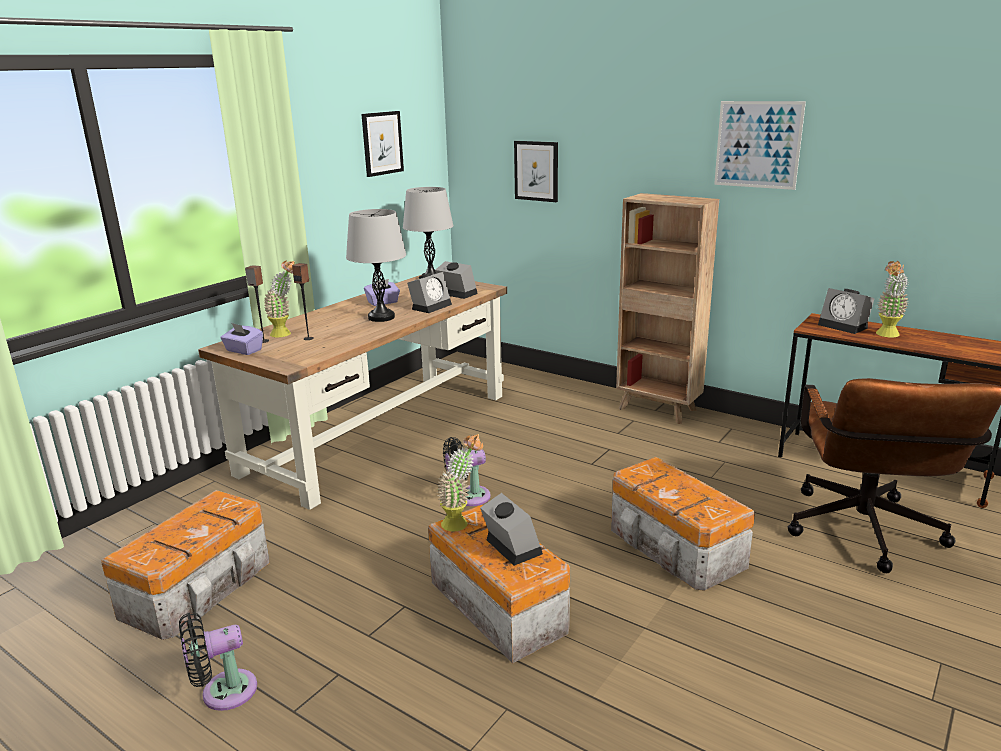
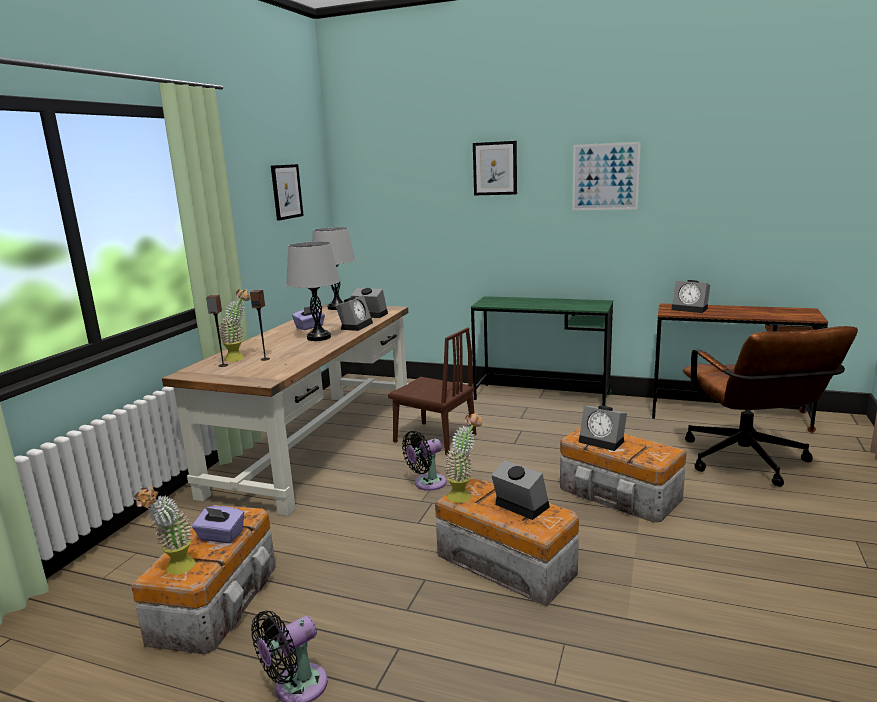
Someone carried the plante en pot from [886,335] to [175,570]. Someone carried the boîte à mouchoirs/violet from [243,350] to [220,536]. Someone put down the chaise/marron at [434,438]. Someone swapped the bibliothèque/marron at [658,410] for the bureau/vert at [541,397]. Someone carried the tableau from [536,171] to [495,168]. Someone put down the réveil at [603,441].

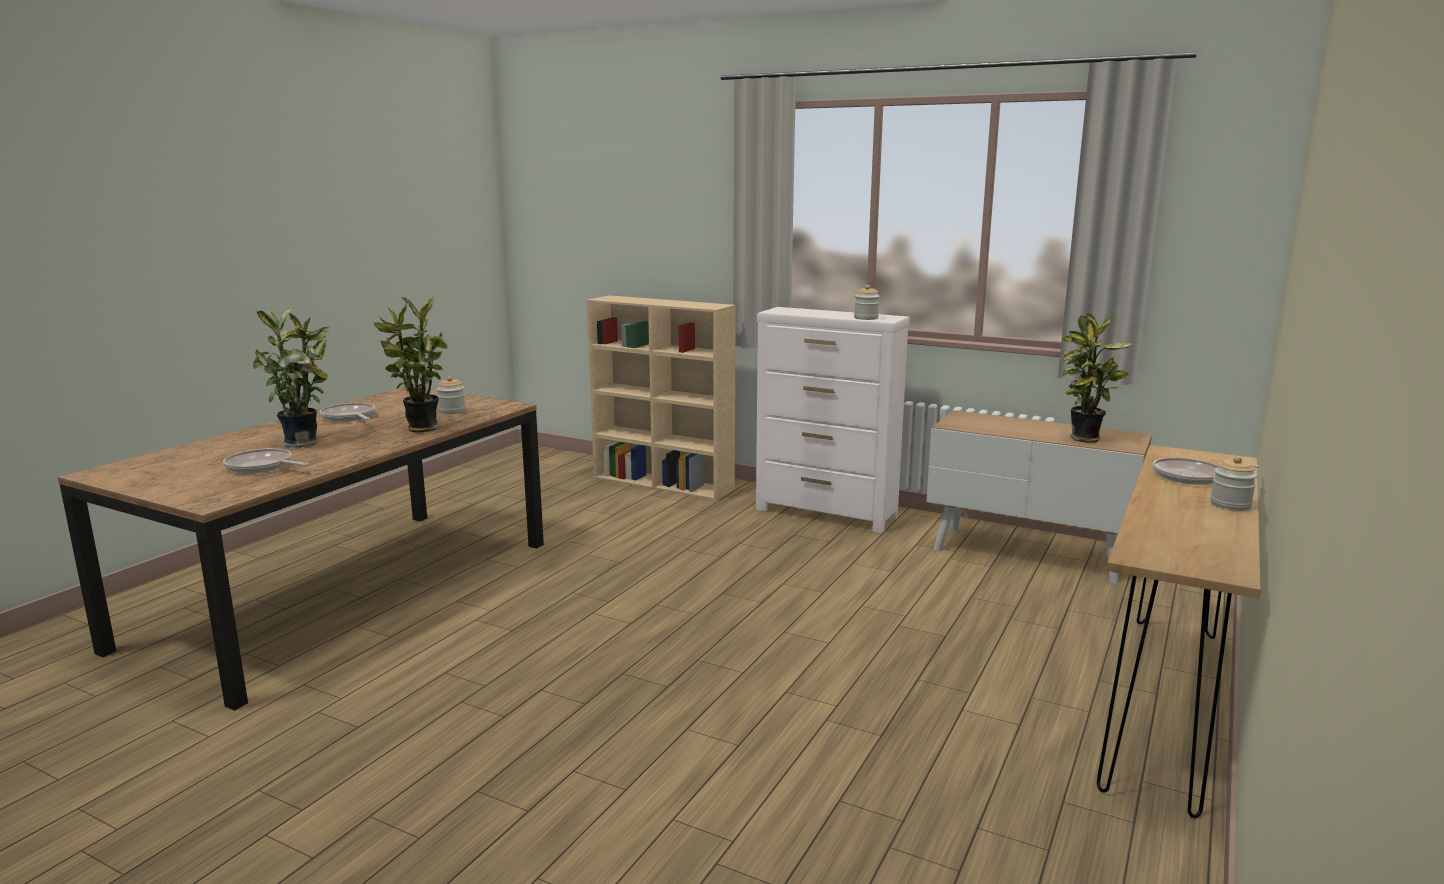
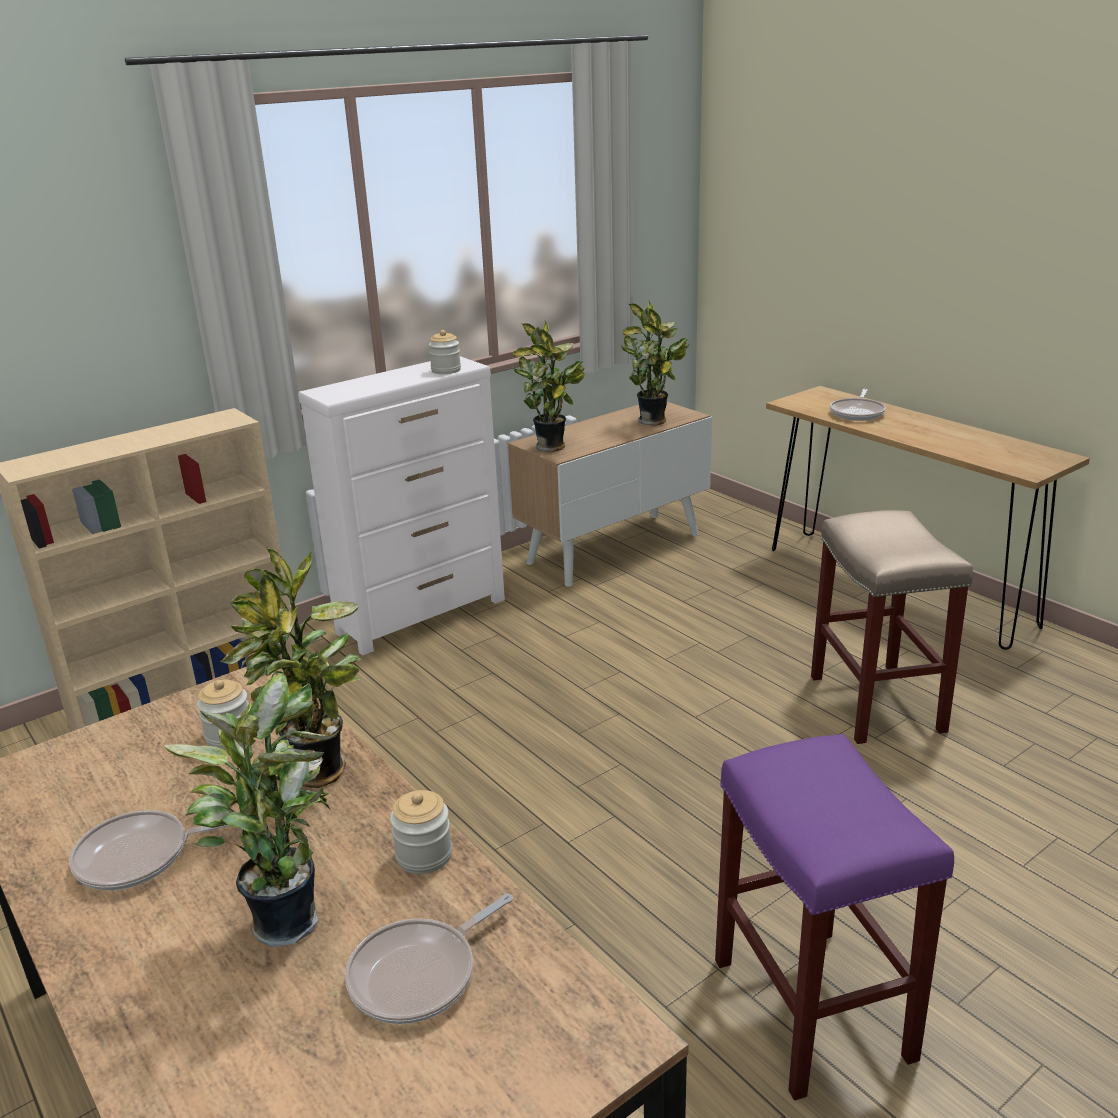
Someone carried the bocal from [1230,505] to [424,855]. Someone put down the plante en pot at [553,448]. Someone put down the tabouret/violet at [809,1006]. Someone put down the tabouret/beige at [878,704].

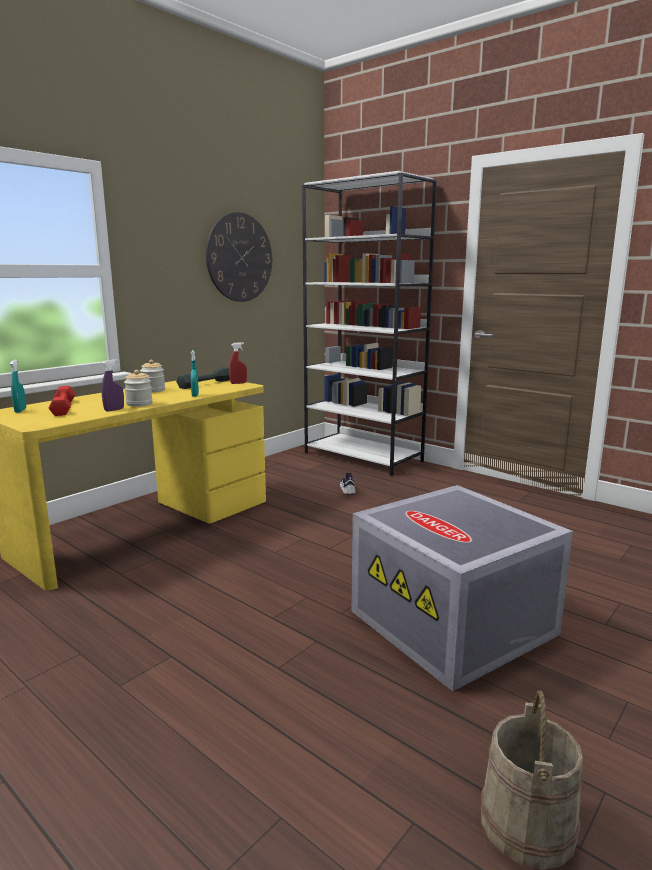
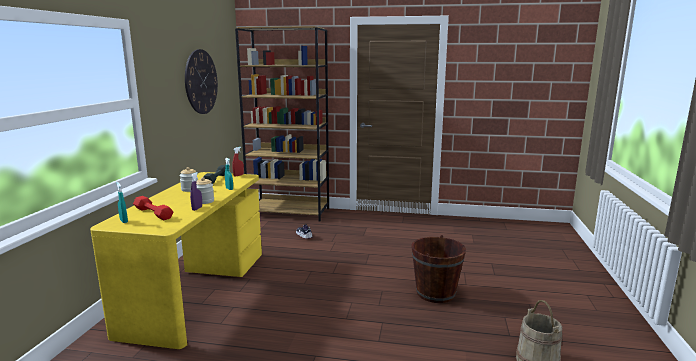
Someone repainted the bibliothèque/blanc at [363,457], which became the bibliothèque/marron at [289,212]. Someone swapped the boîte de rangement/gris at [455,623] for the seau/marron at [435,293].

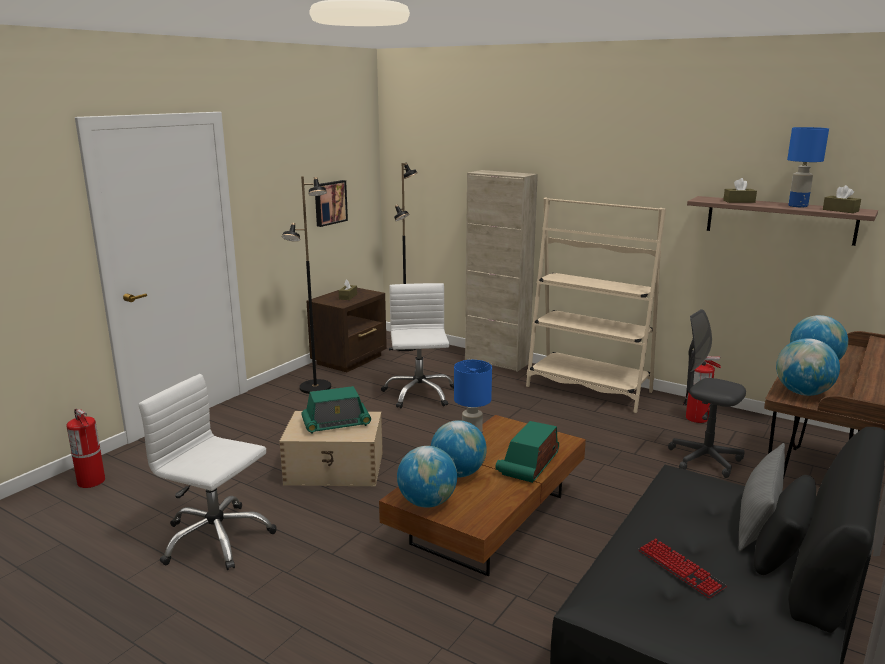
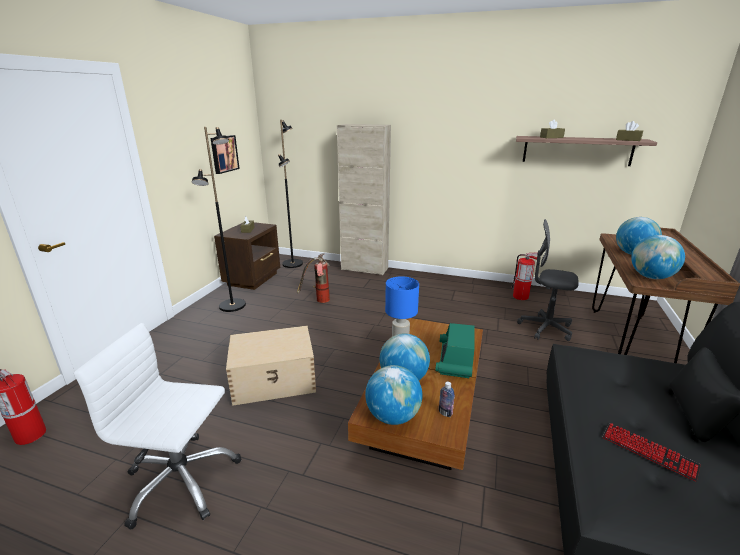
Someone swapped the chaise de bureau/blanc at [419,394] for the extincteur at [318,301]. Someone put down the bouteille at [445,413]. Someone took away the radio at [336,424]. Someone took away the bibliothèque/beige at [589,389]. Someone took away the coussin/gris at [757,520]. Someone took away the lampe de table/bleu at [797,206].

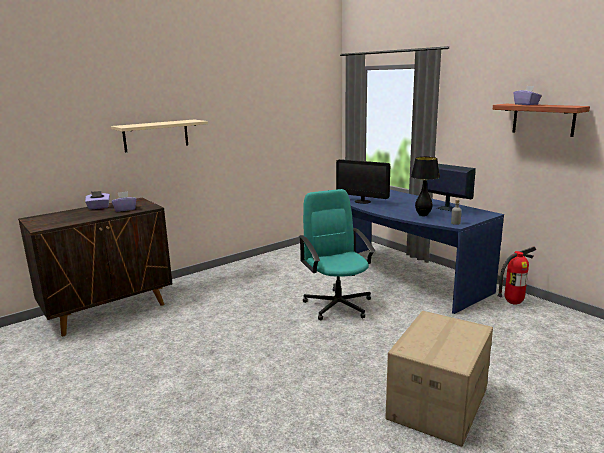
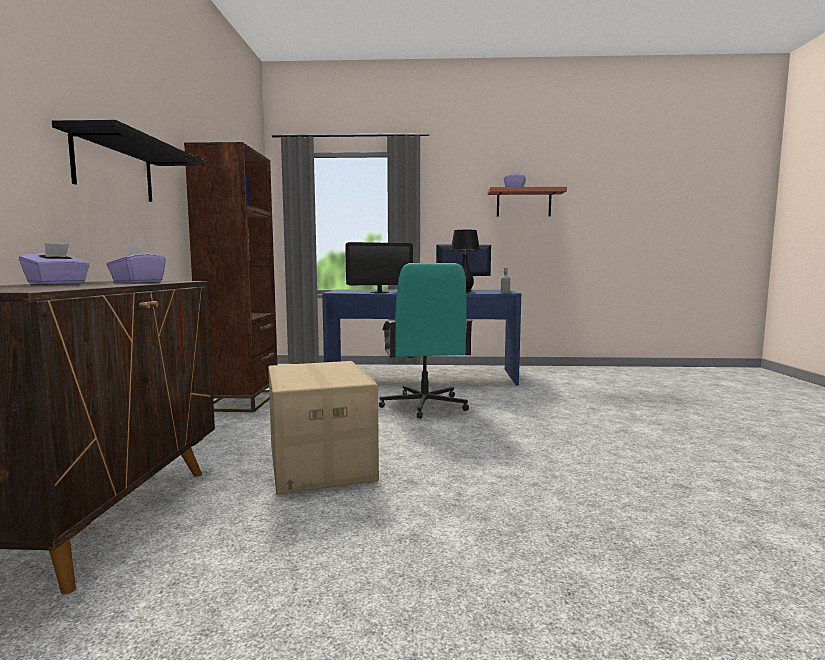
Someone repainted the étagère/beige at [156,135], which became the étagère/noir at [114,169]. Someone put down the bibliothèque/marron at [242,401]. Someone carried the carton from [437,403] to [319,463]. Someone rotated the chaise de bureau/turquoise at [338,305] by 120 degrees counterclockwise. Someone took away the extincteur at [513,303].

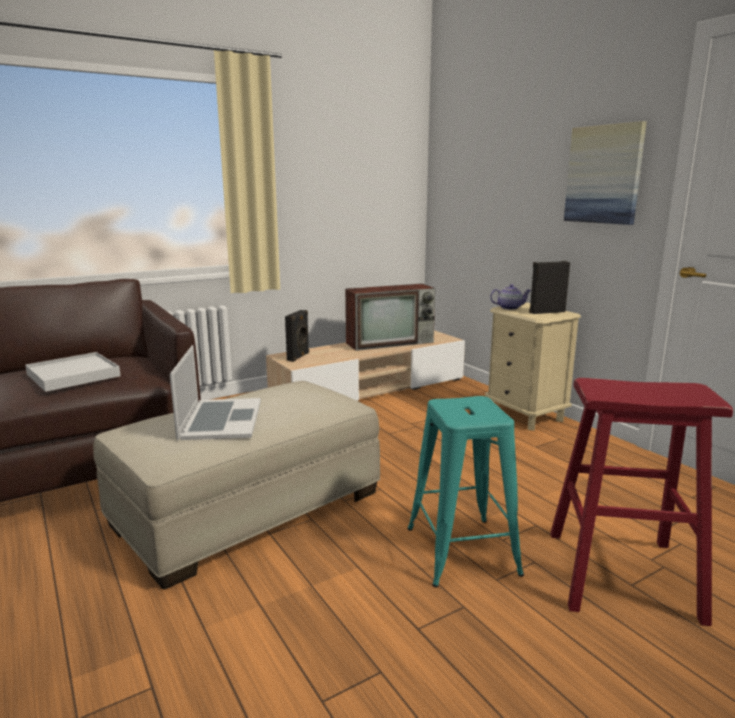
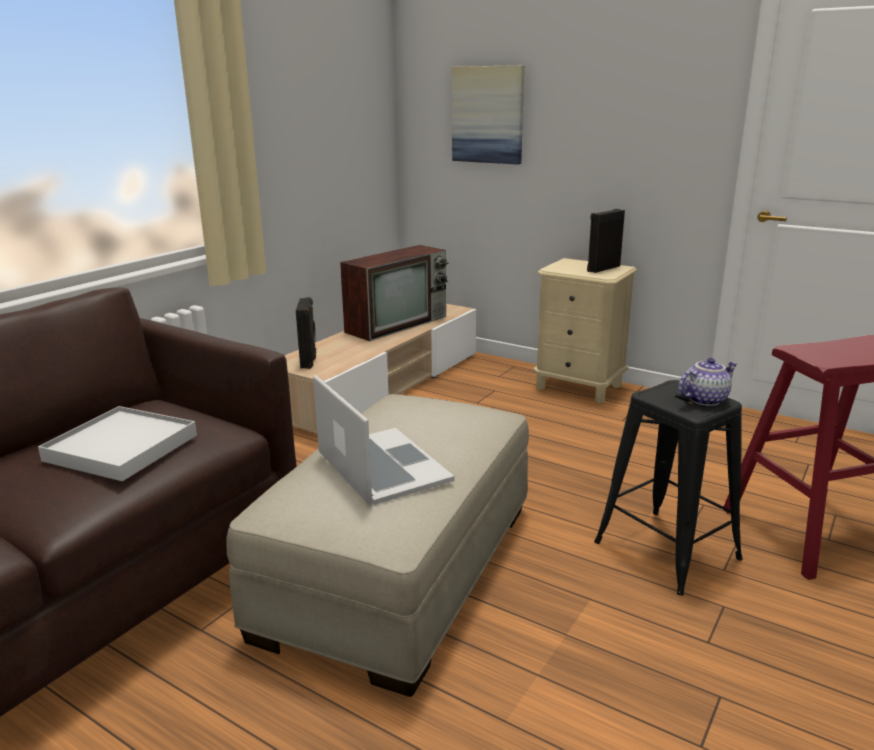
Someone carried the tableau from [604,174] to [488,115]. Someone repainted the tabouret/turquoise at [461,551], which became the tabouret/noir at [666,550]. Someone carried the théière from [509,308] to [704,399].

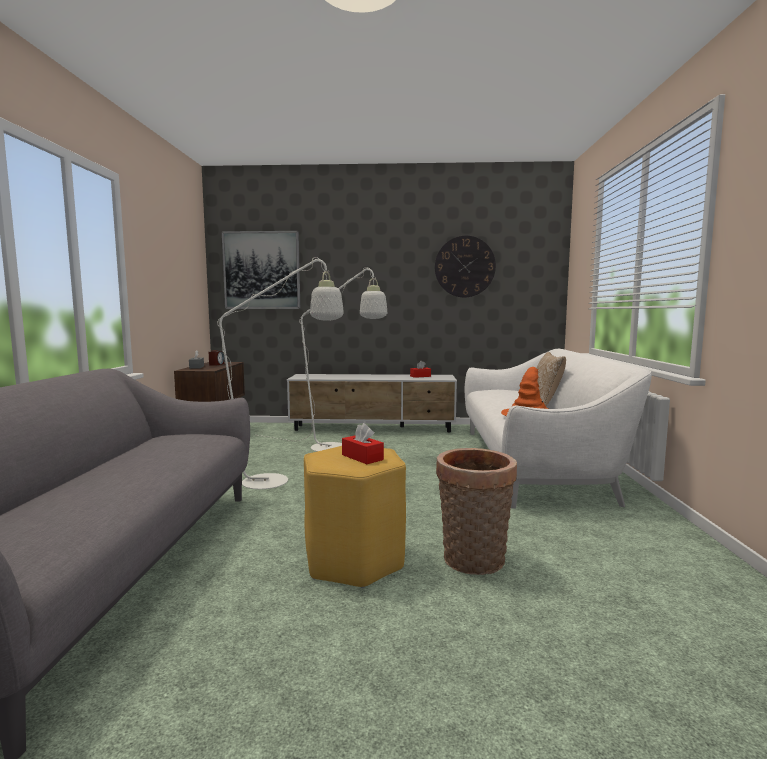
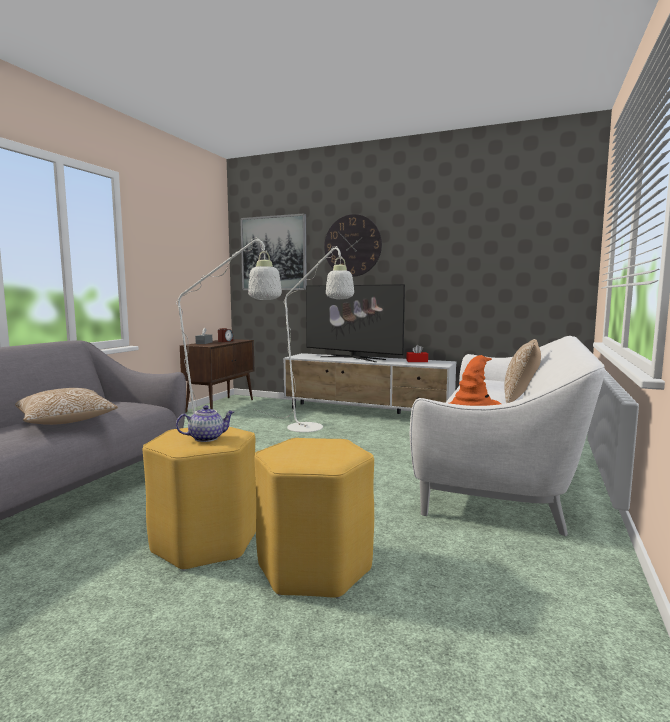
Someone put down the coussin at [66,421]. Someone swapped the boîte à mouchoirs/rouge at [362,457] for the théière at [206,438]. Someone swapped the panier at [473,562] for the tabouret/jaune at [314,567]. Someone put down the téléviseur at [352,358]. Someone carried the horloge murale from [464,266] to [352,245].

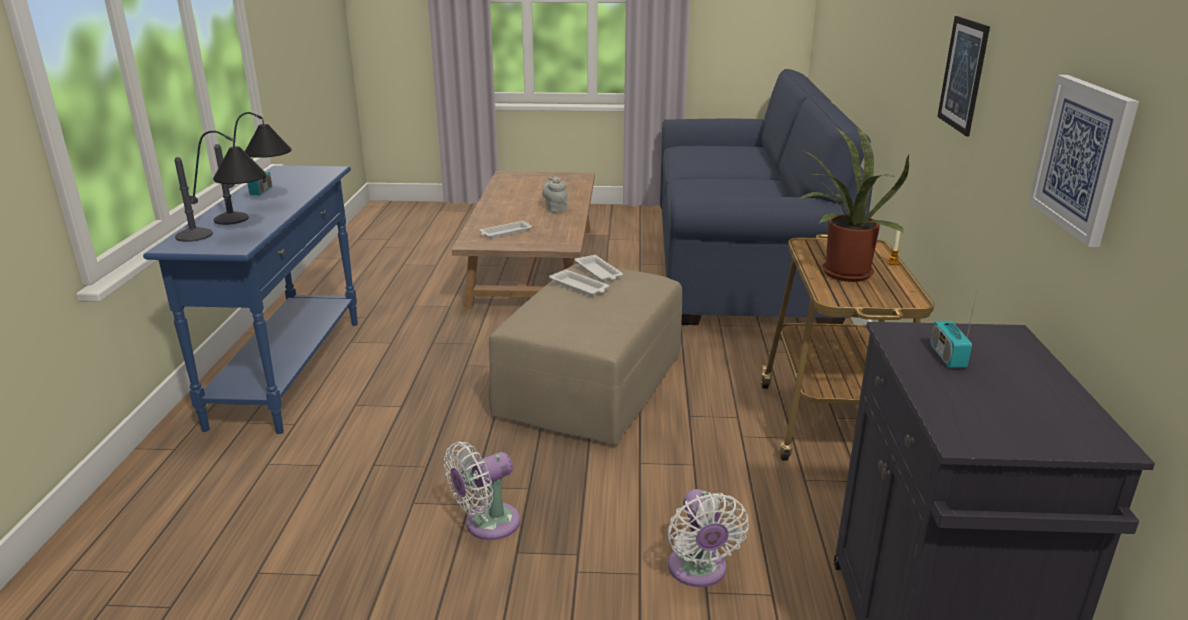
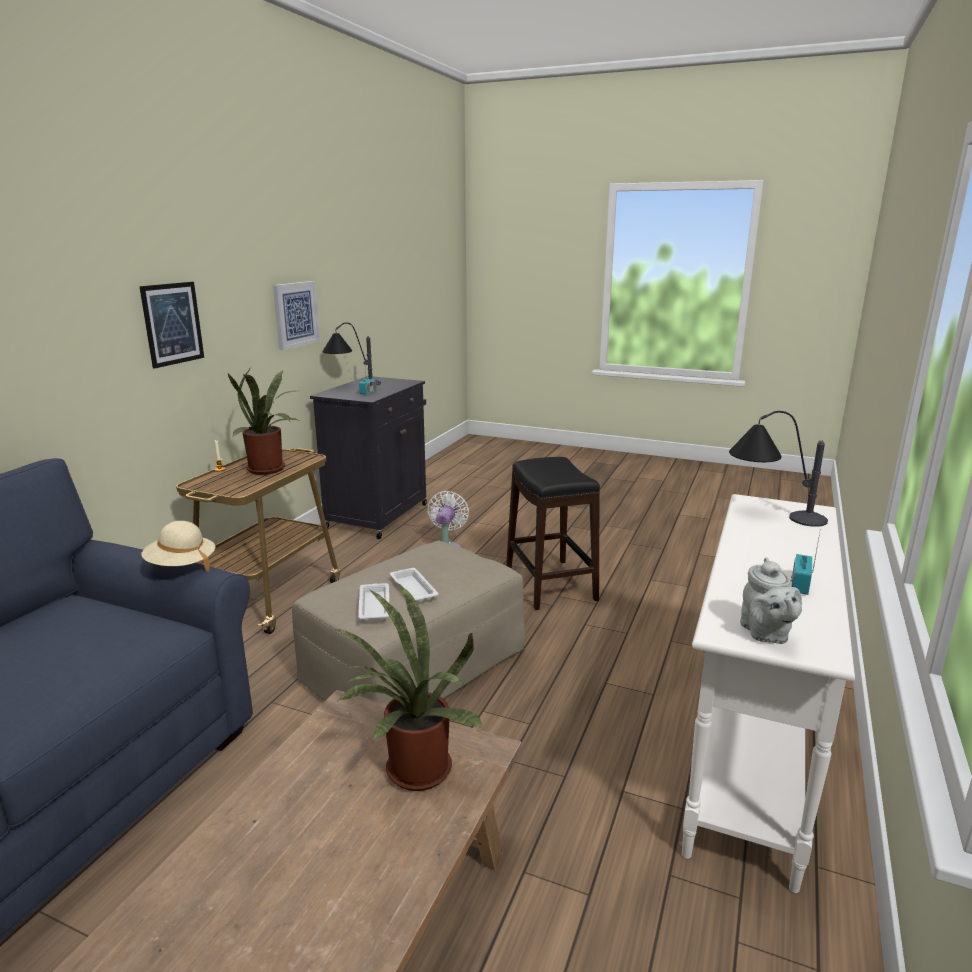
Someone put down the chapeau/beige at [181,565]. Someone carried the lampe de table from [260,210] to [351,386]. Someone swapped the plateau/blanc at [505,233] for the plante en pot at [412,773]. Someone swapped the ventilateur/blanc at [487,524] for the tabouret/noir at [549,584]. Someone repainted the table console/bleu at [290,371], which became the table console/blanc at [748,764]. Someone carried the théière/gris from [555,209] to [765,634].

